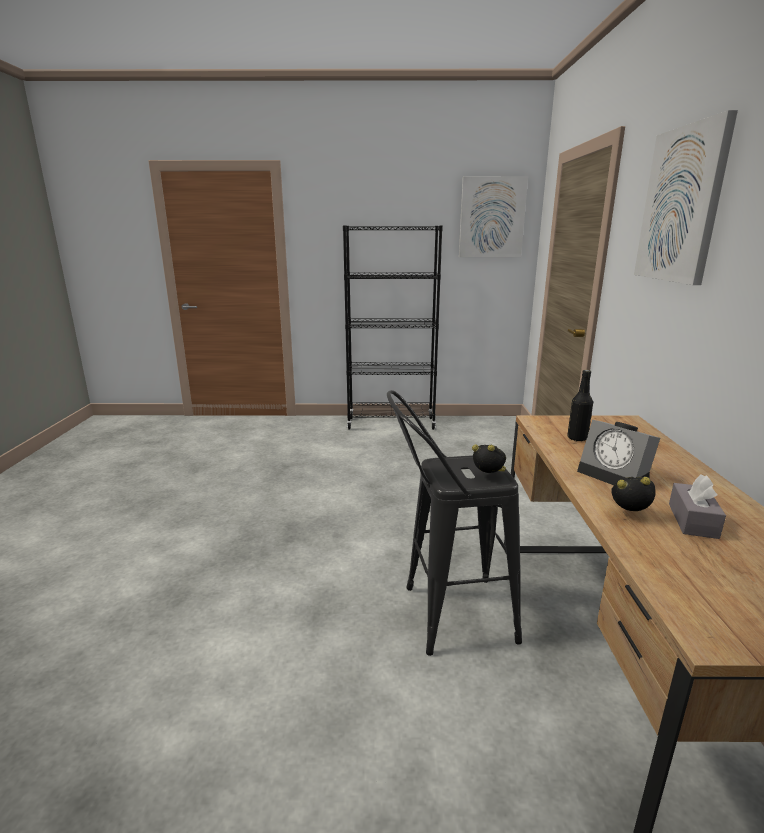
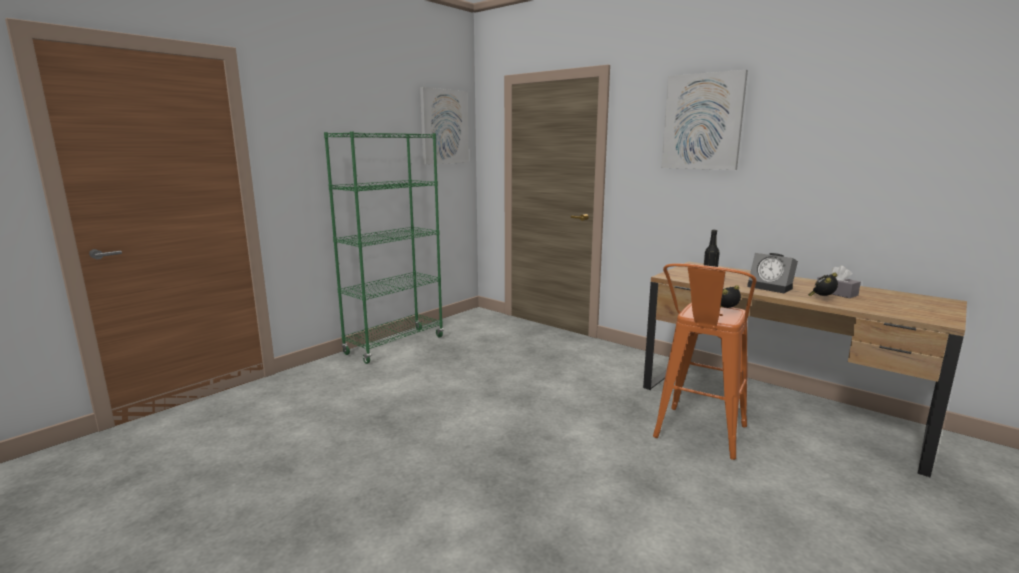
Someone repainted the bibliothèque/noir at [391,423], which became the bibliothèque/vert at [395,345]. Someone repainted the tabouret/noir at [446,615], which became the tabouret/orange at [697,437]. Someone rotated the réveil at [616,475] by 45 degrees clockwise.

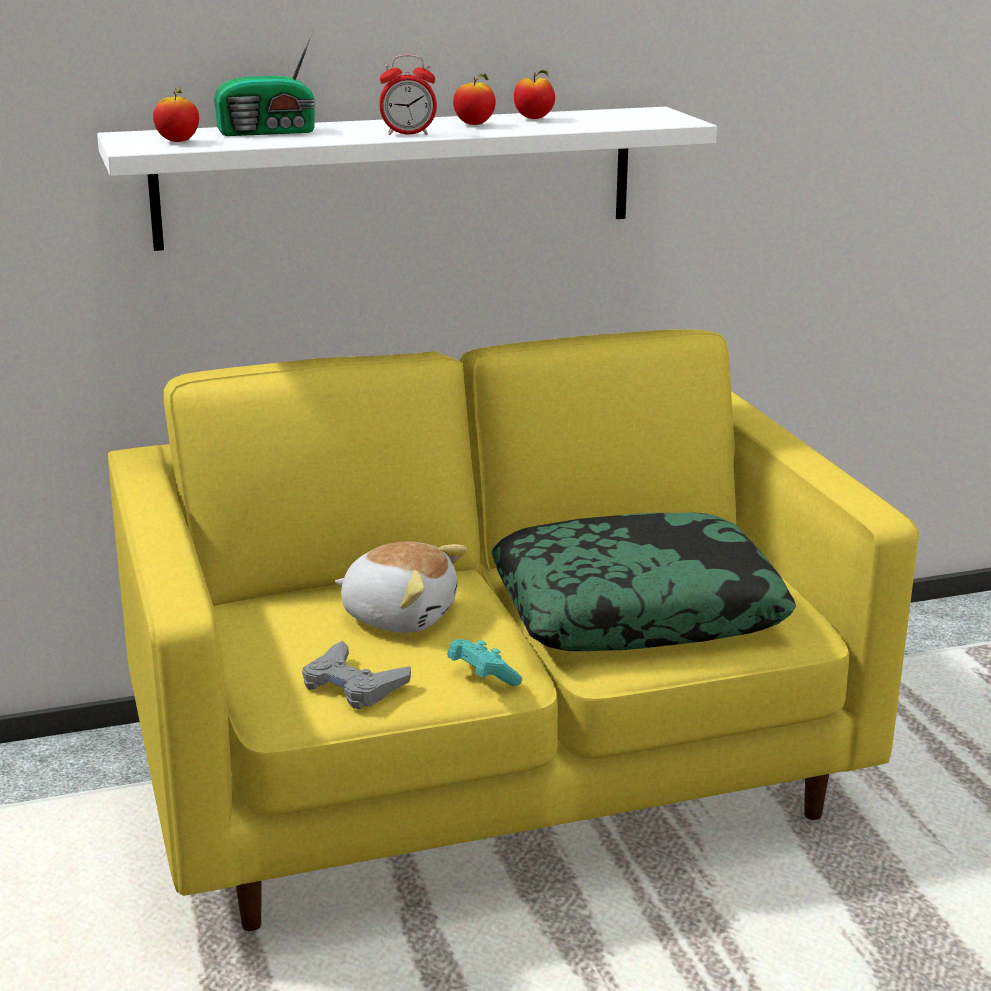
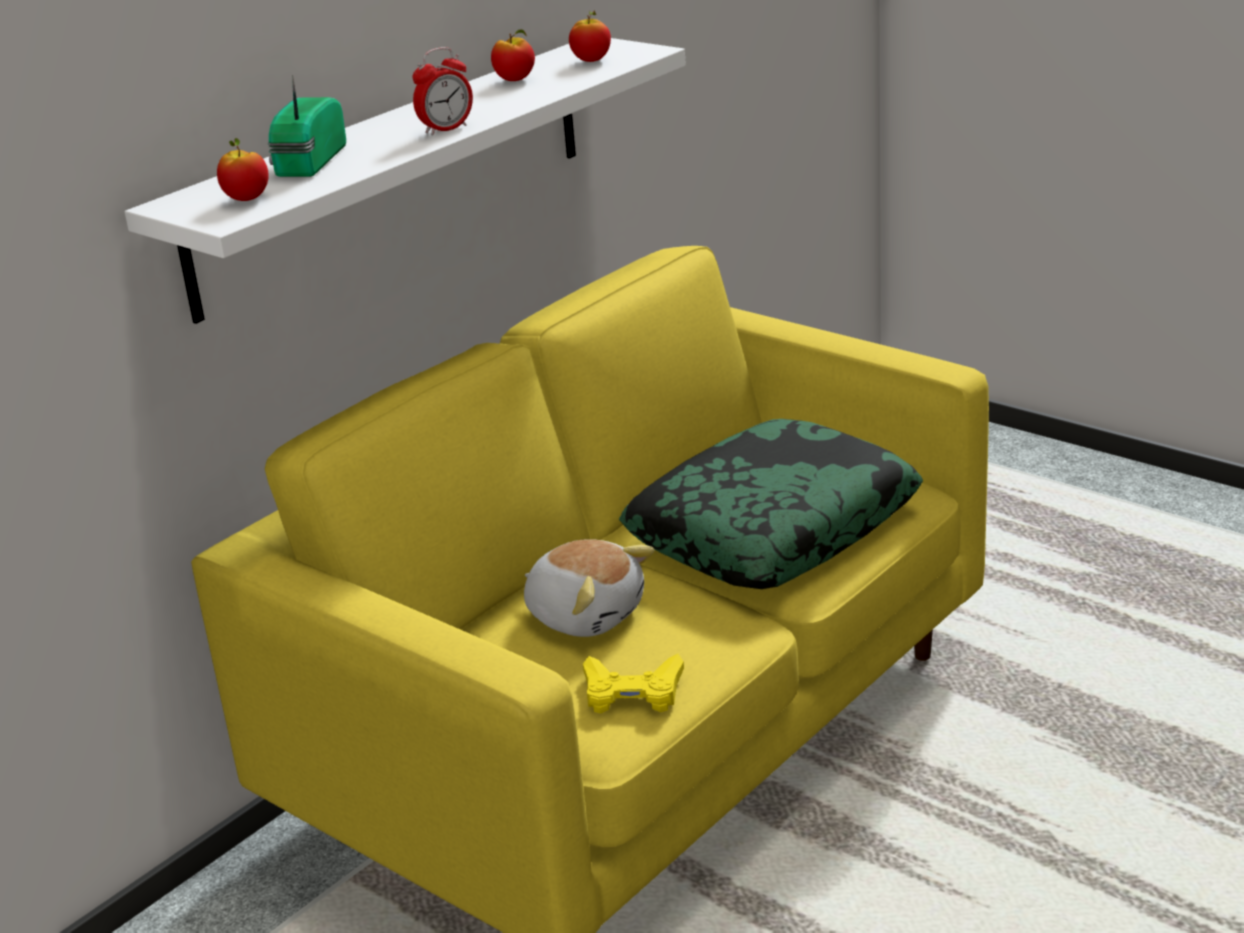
Someone rotated the radio at [269,132] by 150 degrees clockwise. Someone rotated the peluche at [399,615] by 45 degrees clockwise. Someone carried the pomme from [474,124] to [591,61]. Someone repainted the manette/gris at [353,685], which became the manette/jaune at [632,692]. Someone took away the manette/turquoise at [482,677].

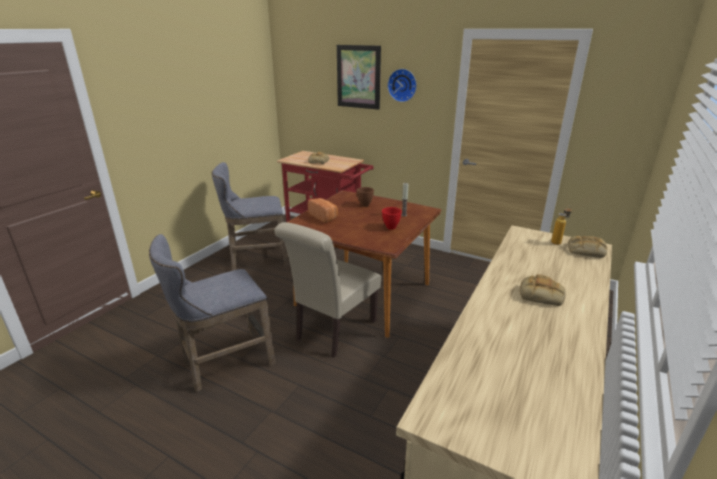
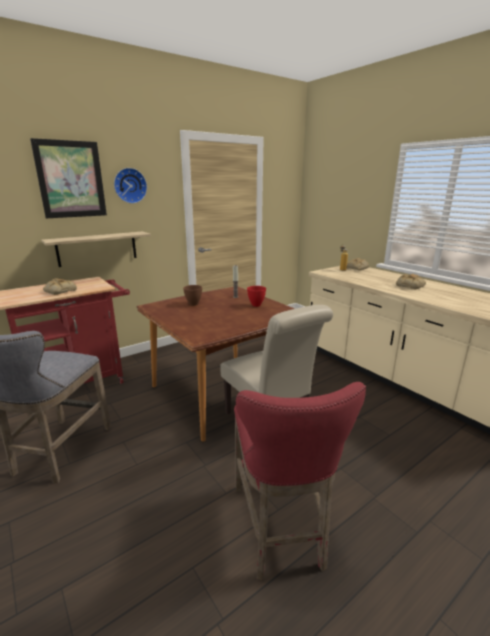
Someone put up the étagère at [97,248]. Someone repainted the tabouret/gris at [223,364], which became the tabouret/rouge at [280,529]. Someone took away the pain at [324,217].

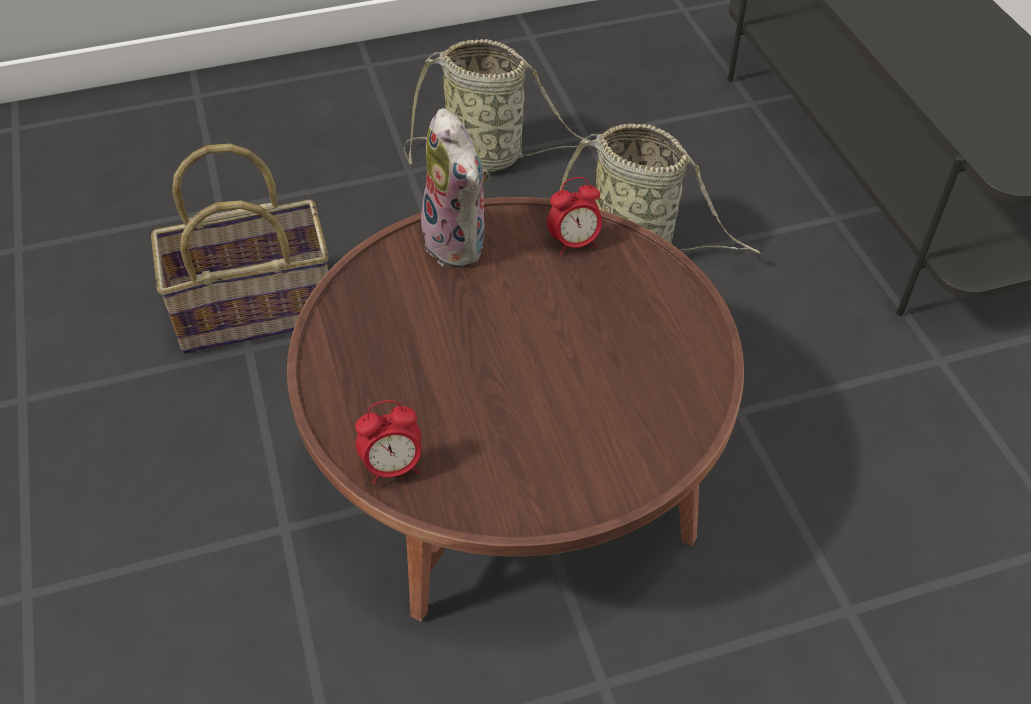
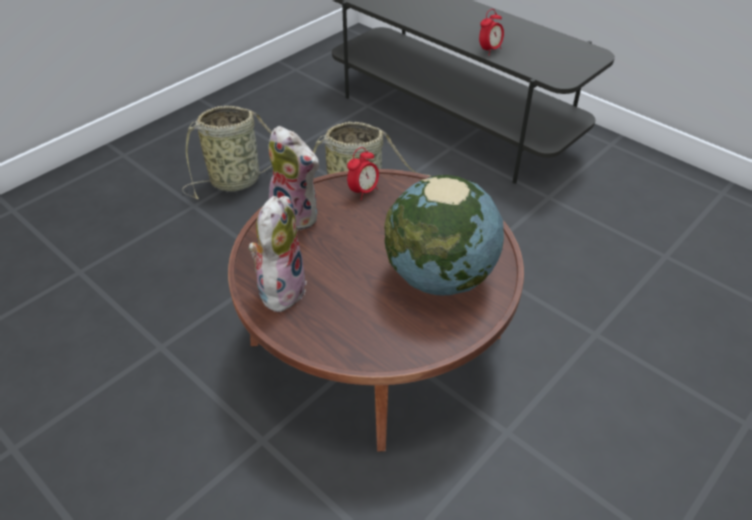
Someone put down the peluche at [280,288]. Someone put down the globe at [440,277]. Someone carried the réveil from [393,467] to [489,50]. Someone took away the panier at [256,307].

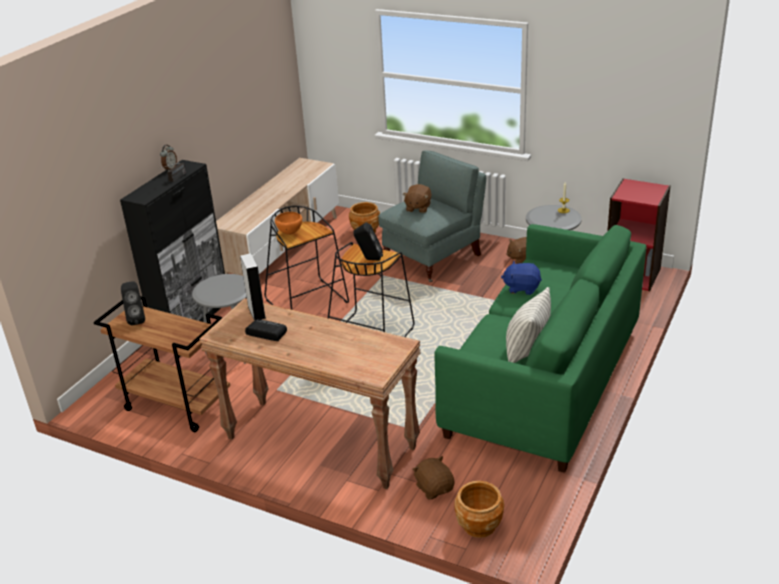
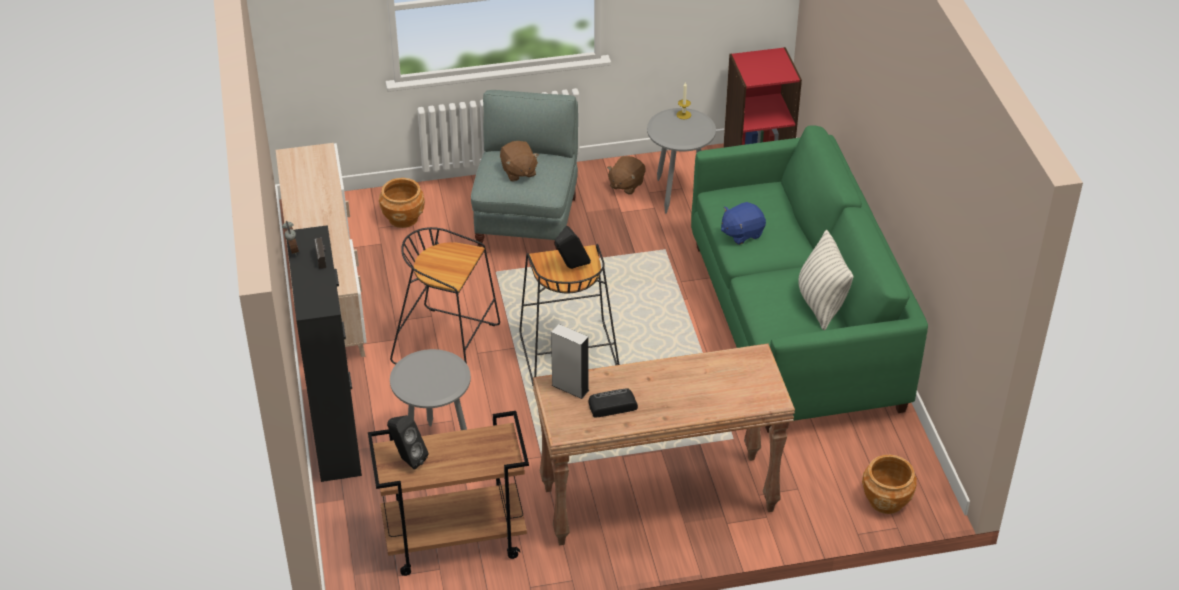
Someone took away the bol/orange at [289,233]. Someone took away the peluche/marron at [434,488].

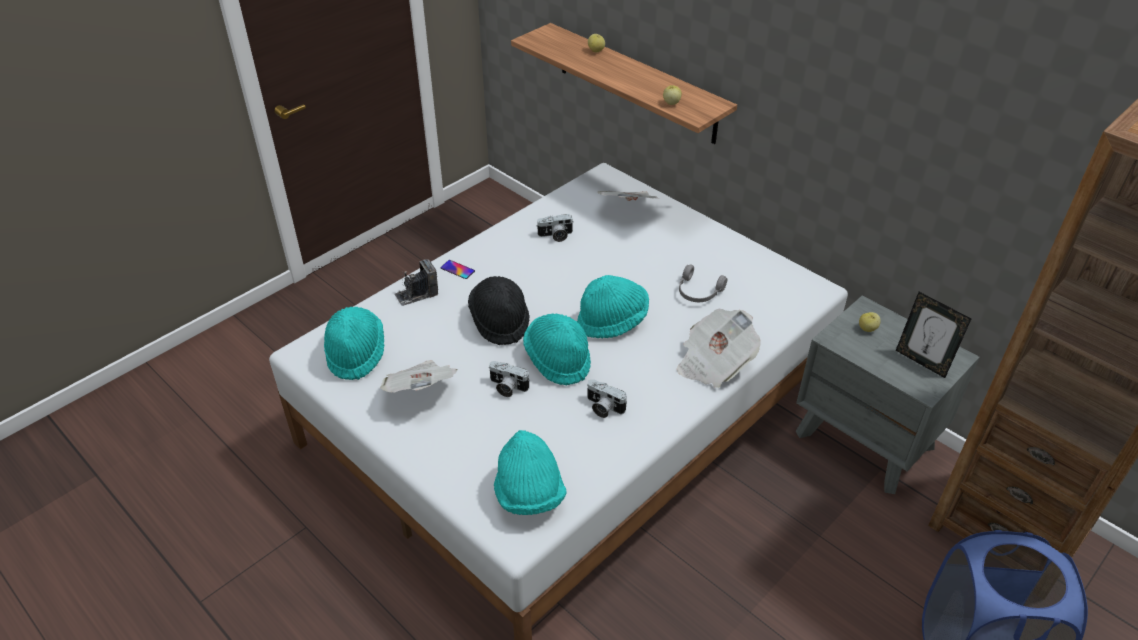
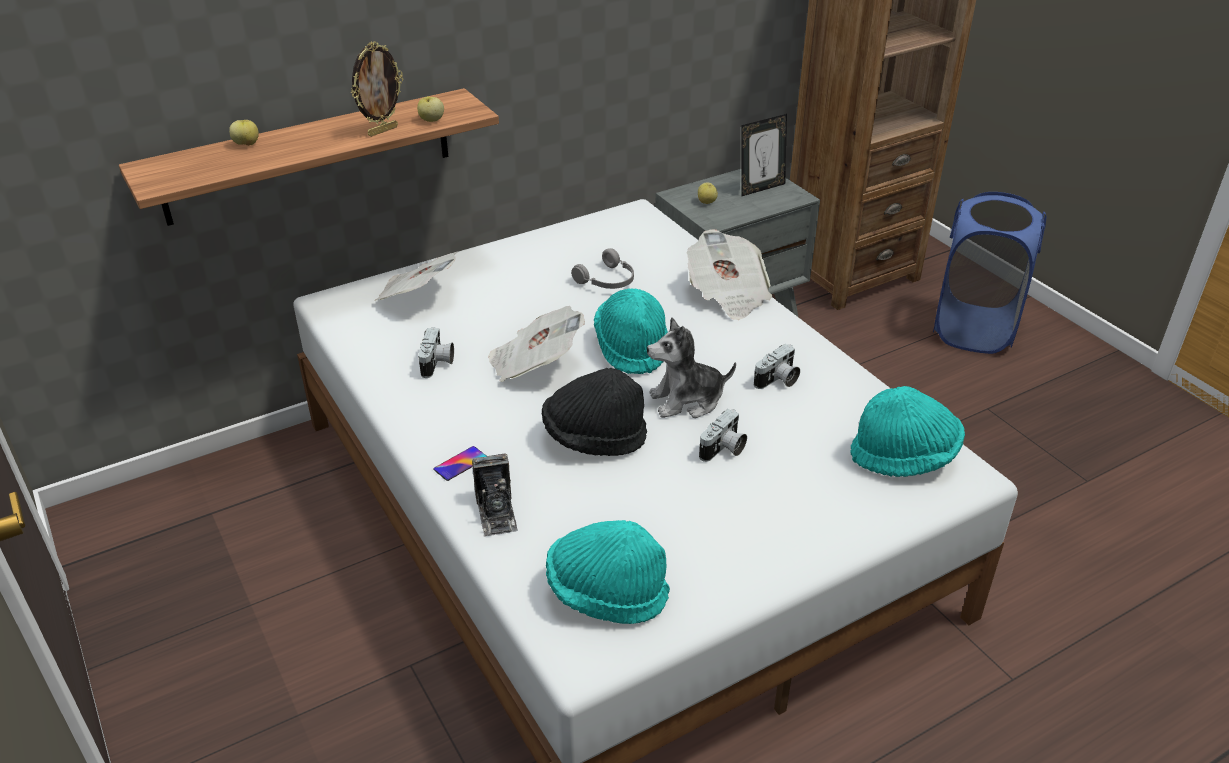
Someone put down the cadre photo at [382,131]. Someone carried the journal from [421,390] to [535,364]. Someone swapped the chapeau/turquoise at [558,360] for the peluche at [687,400].

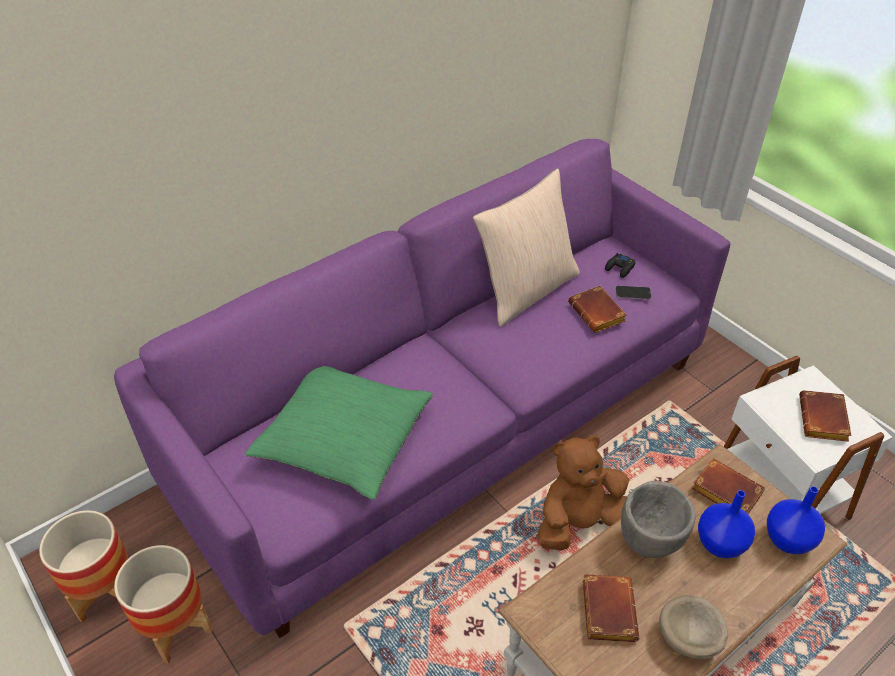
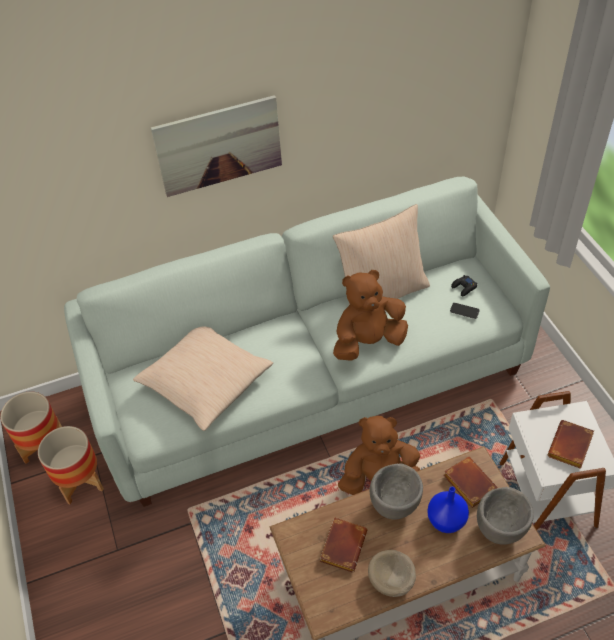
Someone repainted the canapé/violet at [447,423], which became the canapé/blanc at [311,379]. Someone repainted the coussin/vert at [343,439], which became the coussin/beige at [205,381]. Someone put up the tableau at [219,146]. Someone put down the peluche/marron at [368,342]. Someone swapped the vase/bleu at [788,539] for the bol/gris at [500,530]. Someone took away the livre/marron at [598,314].

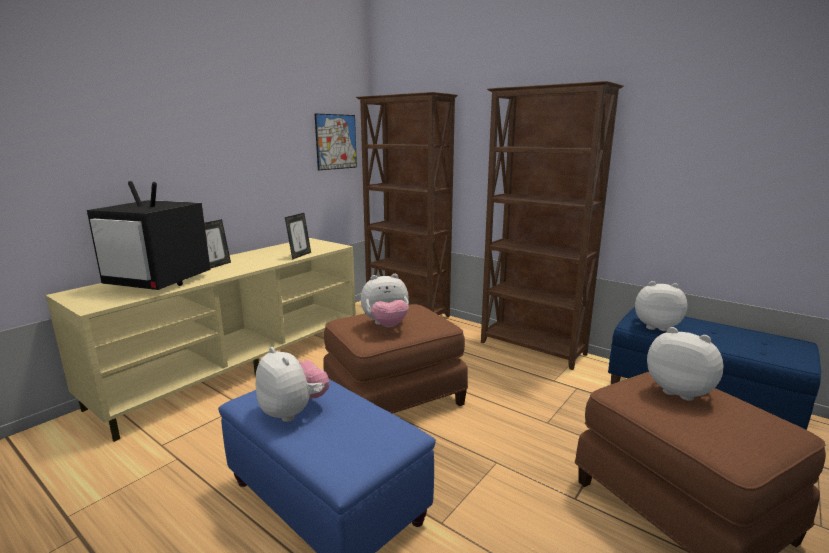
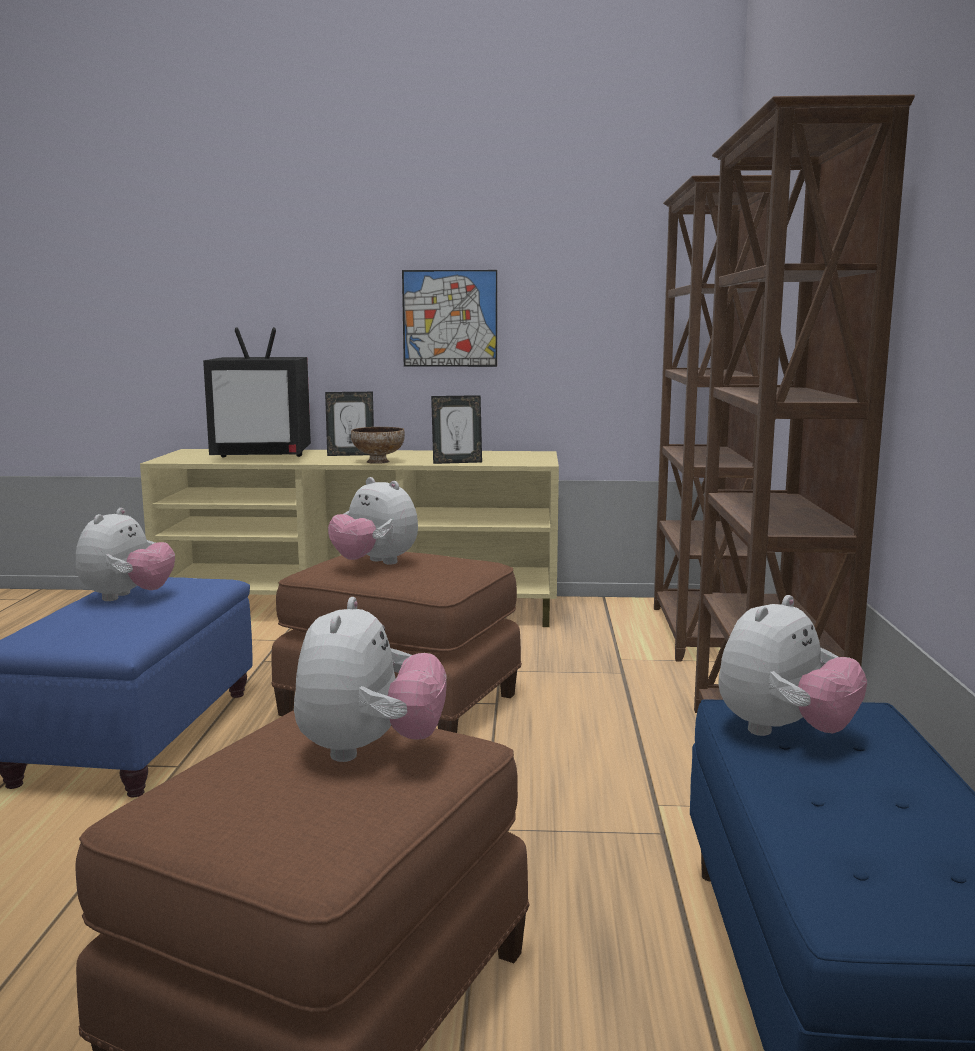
Someone rotated the téléviseur at [160,282] by 75 degrees counterclockwise. Someone put down the bol at [379,462]. Someone carried the tableau from [336,142] to [450,318]. Someone rotated the peluche at [655,326] by 60 degrees clockwise.

